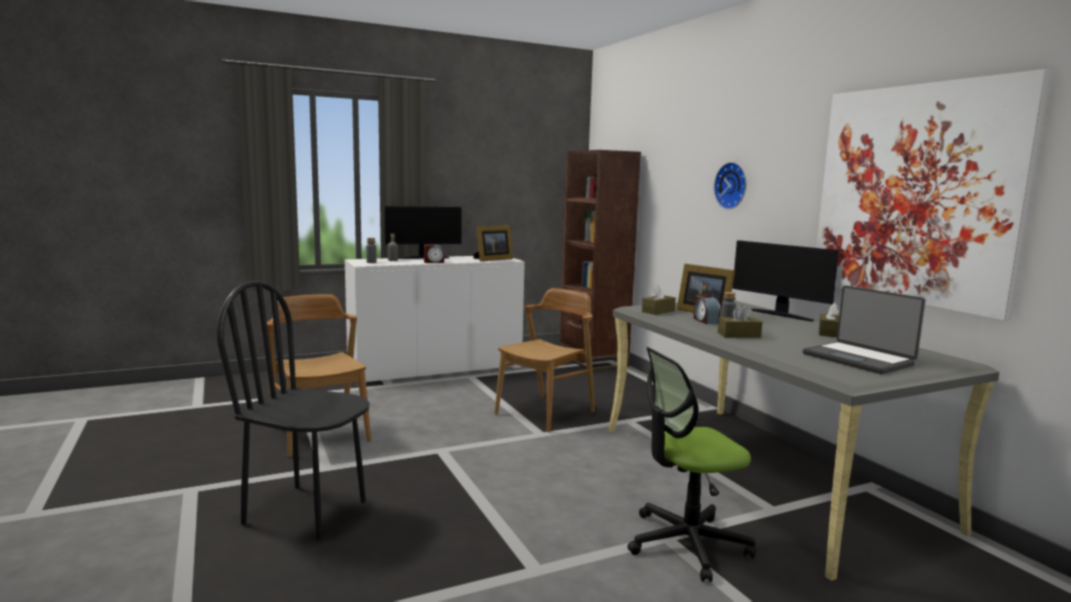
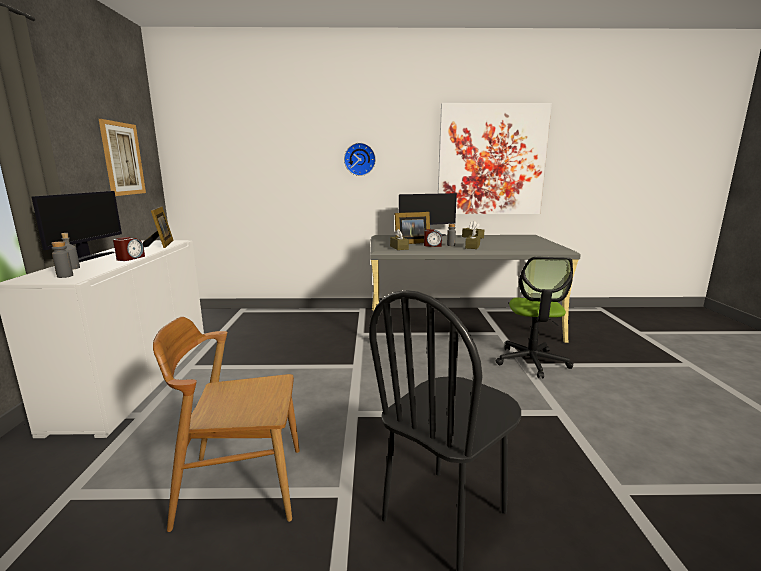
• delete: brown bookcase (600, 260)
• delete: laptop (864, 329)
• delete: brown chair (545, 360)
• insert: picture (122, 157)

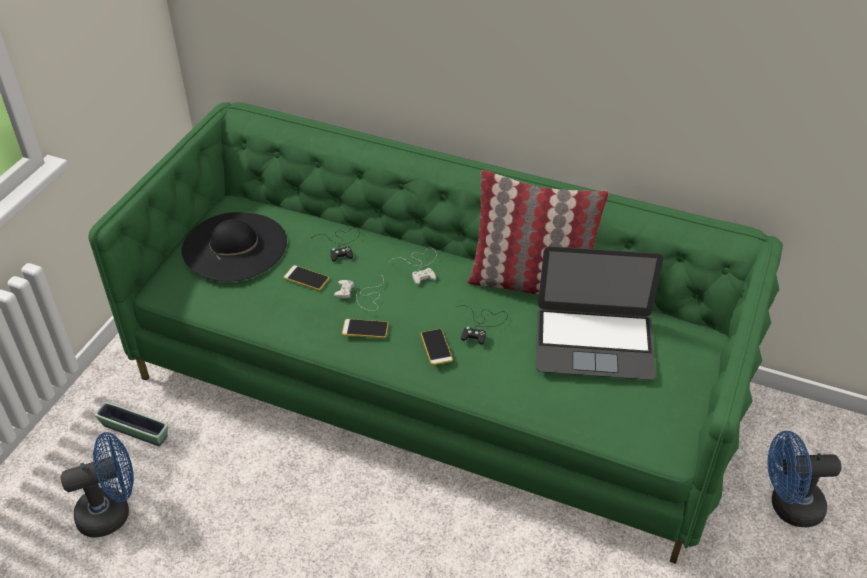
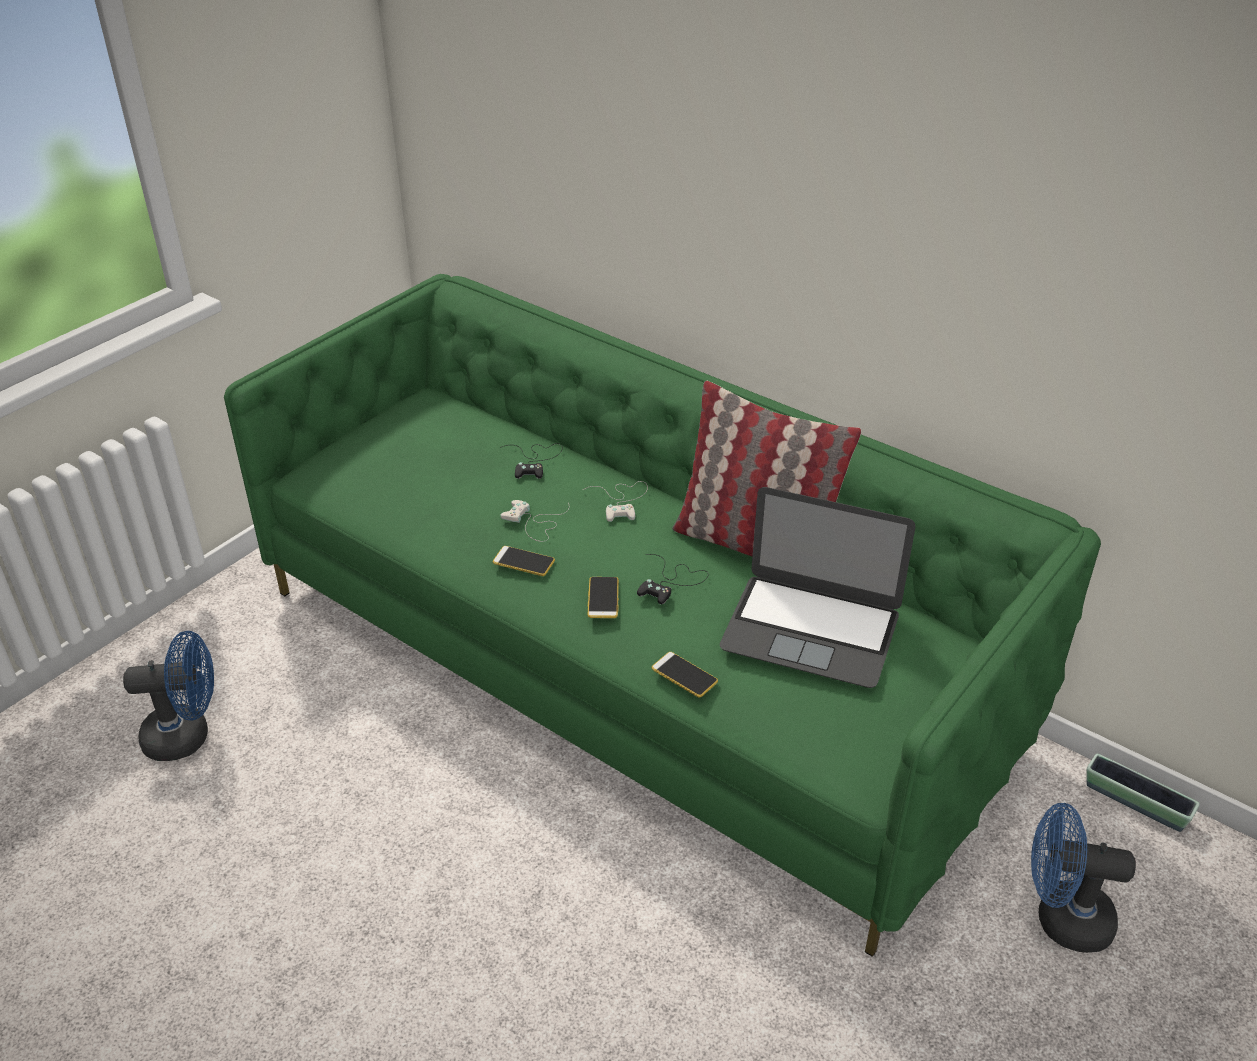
• delete: black hat (234, 247)
• move: phone (306, 277) to (685, 674)
• move: planter (131, 424) to (1143, 792)

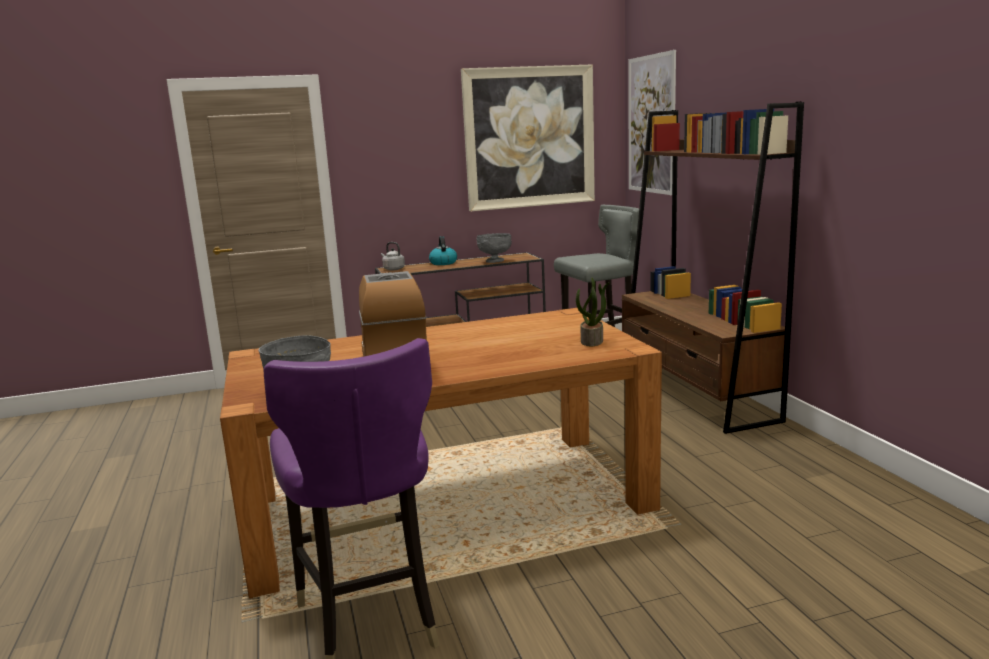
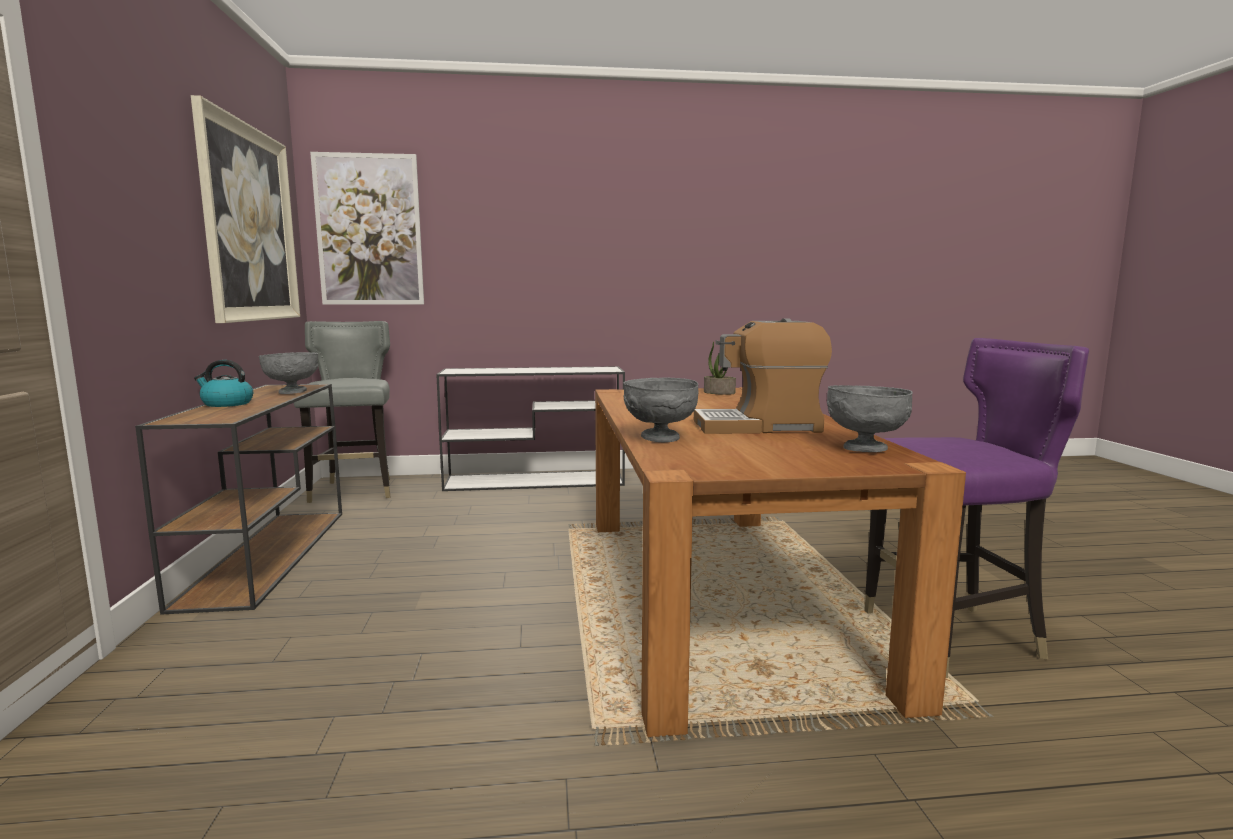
• replace: brown bookcase (713, 267) to white console table (530, 428)
• delete: grey kettle (393, 256)
• insert: grey bowl (661, 409)

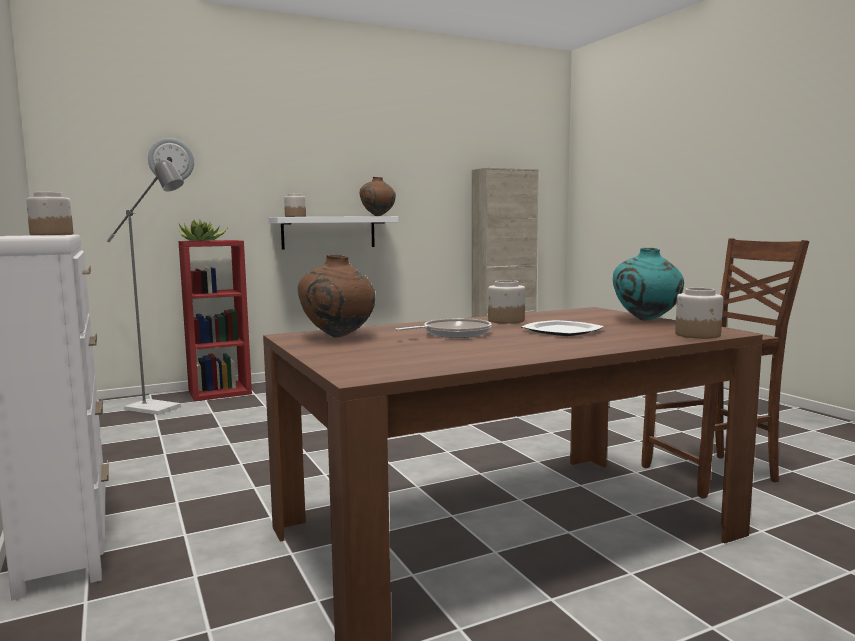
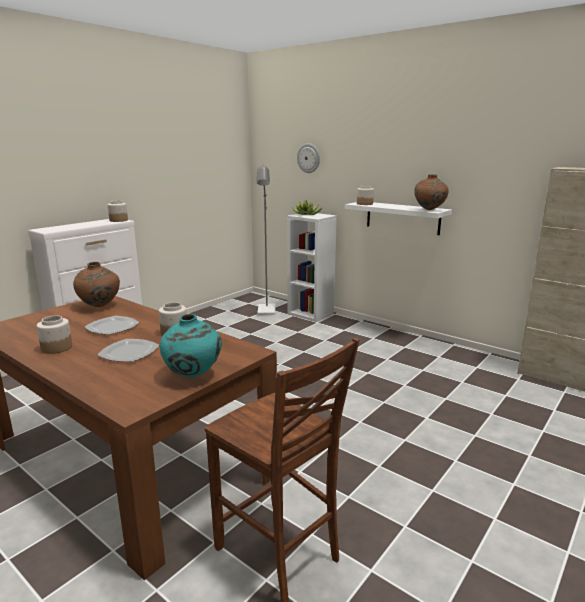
• recolor: red bookcase (215, 320) to white bookcase (312, 267)
• move: jar (699, 313) to (54, 335)
• replace: frying pan (443, 328) to plate (112, 325)

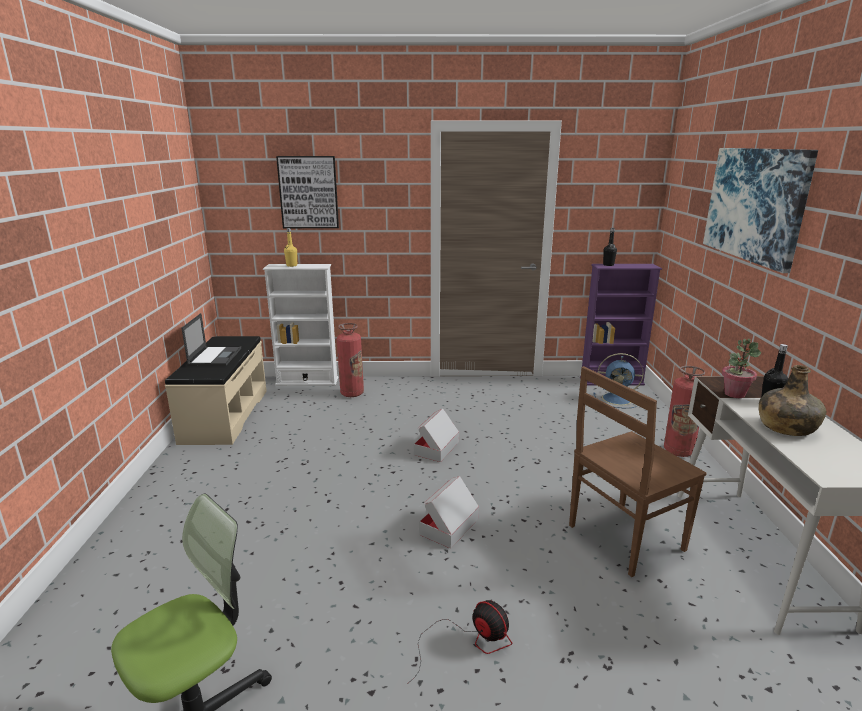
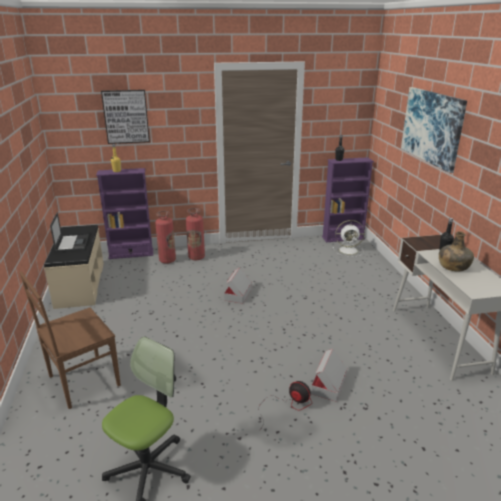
• recolor: white bookcase (300, 325) to purple bookcase (124, 213)
• delete: potted plant (741, 368)
• recolor: blue fan (618, 380) to white fan (349, 238)
• move: brown chair (638, 471) to (70, 340)
• move: fire extinguisher (684, 411) to (195, 234)
• move: cardboard box (449, 512) to (329, 375)

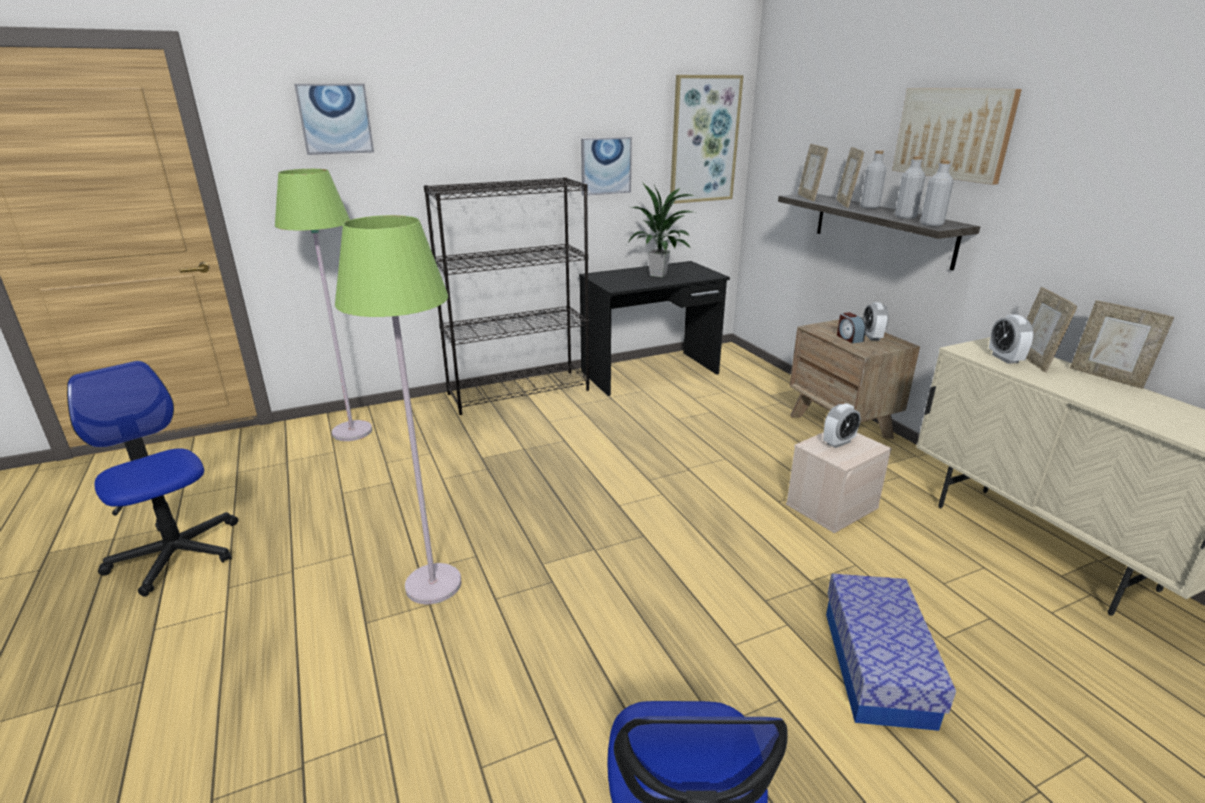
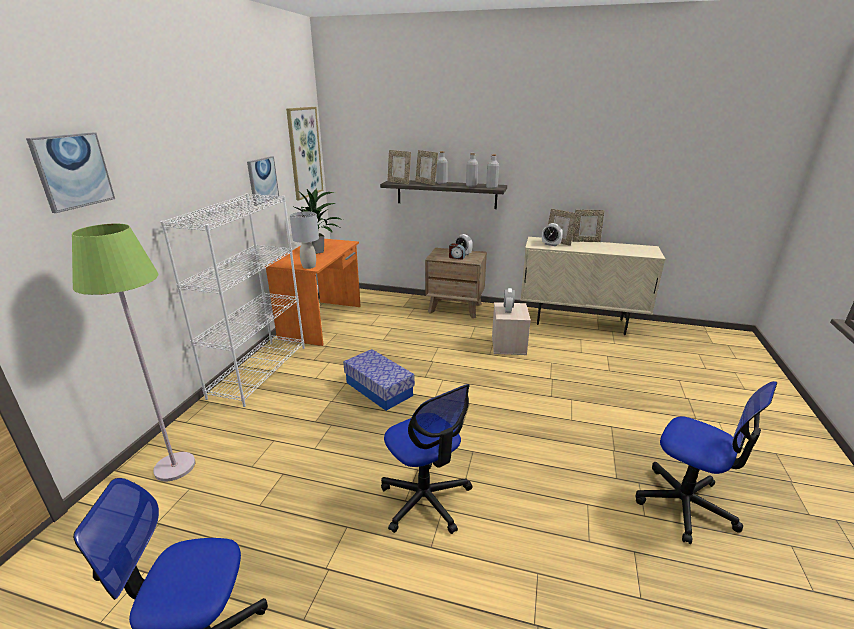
• delete: picture (957, 136)
• recolor: black bookcase (506, 296) to white bookcase (232, 300)
• replace: green floor lamp (398, 409) to office chair (427, 459)
• recolor: black desk (654, 328) to orange desk (313, 292)
• move: storage box (891, 652) to (379, 380)
• insert: grey table lamp (304, 240)

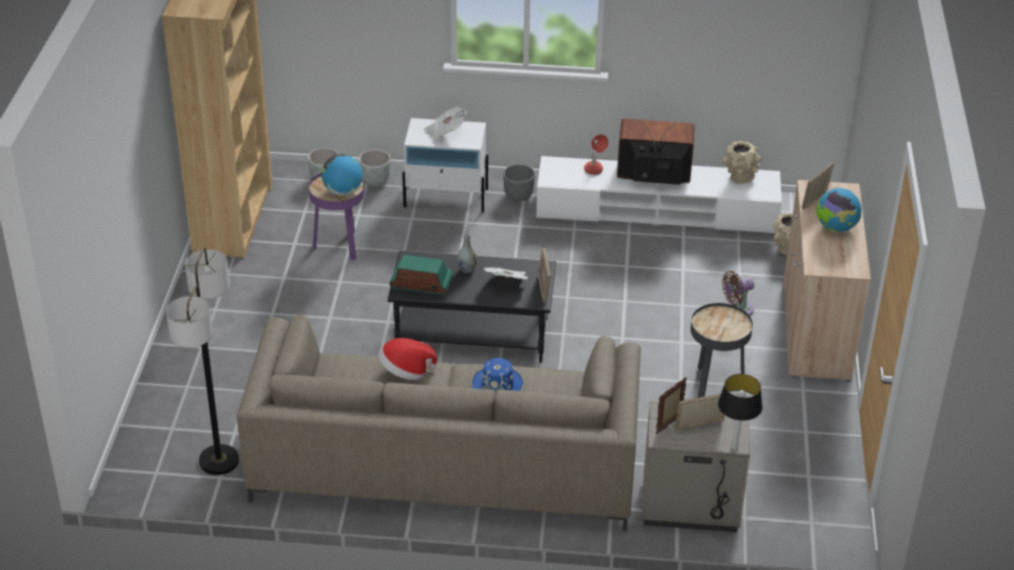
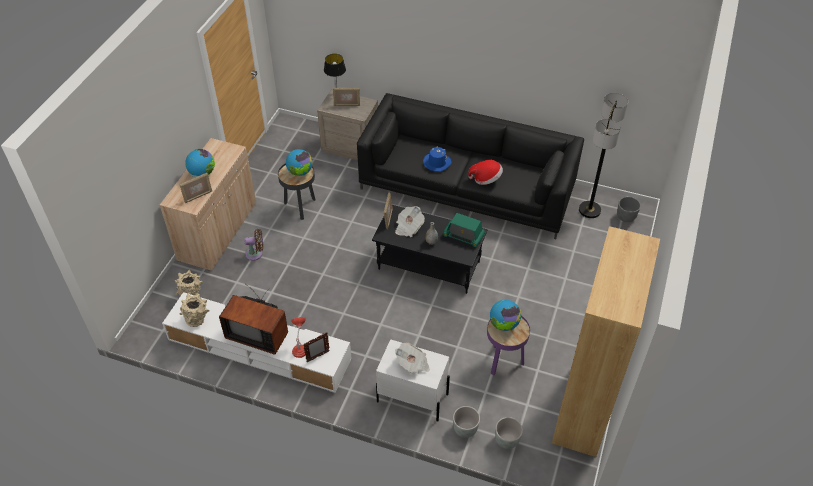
• move: grey planter (519, 182) to (629, 209)
• recolor: beige sofa (439, 423) to black sofa (470, 166)
• move: picture frame (671, 406) to (316, 347)
• insert: globe (299, 162)

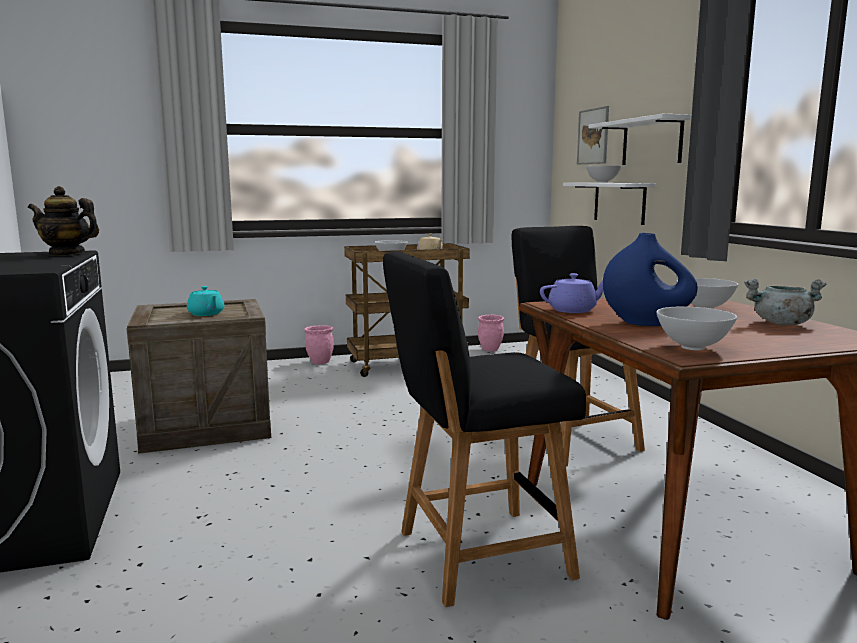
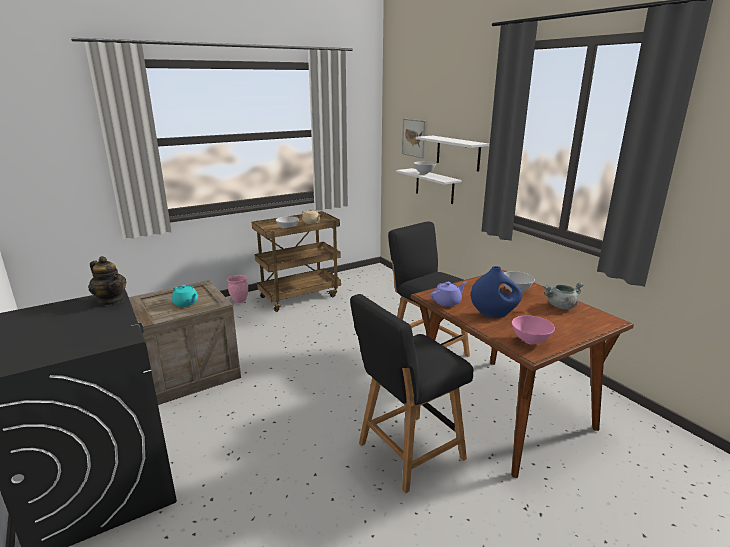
• rotate: teapot (63, 221) = (107, 280) 135 degrees counterclockwise
• recolor: white bowl (696, 328) to pink bowl (533, 330)
• delete: pink planter (491, 332)

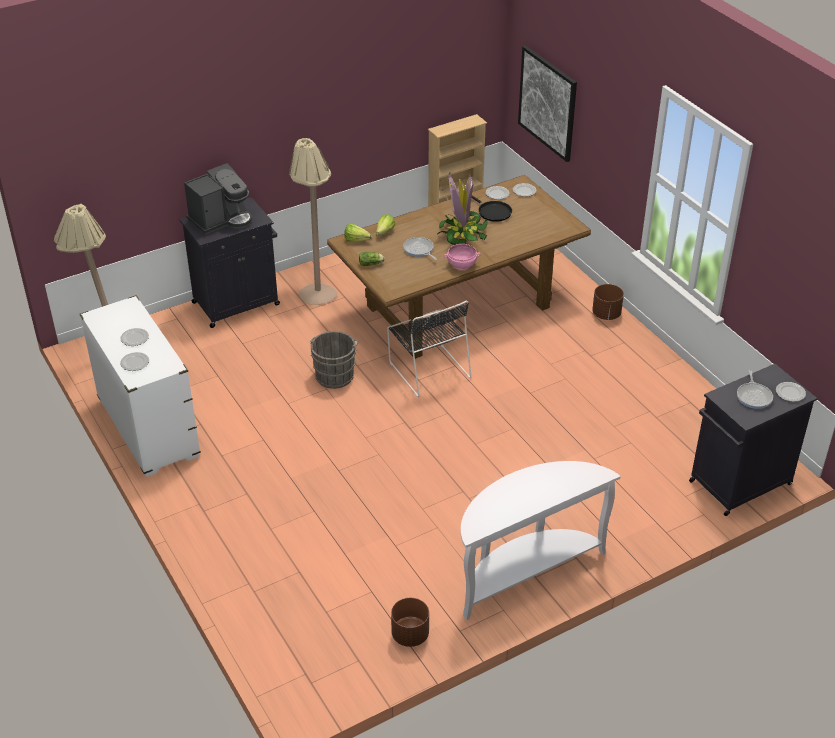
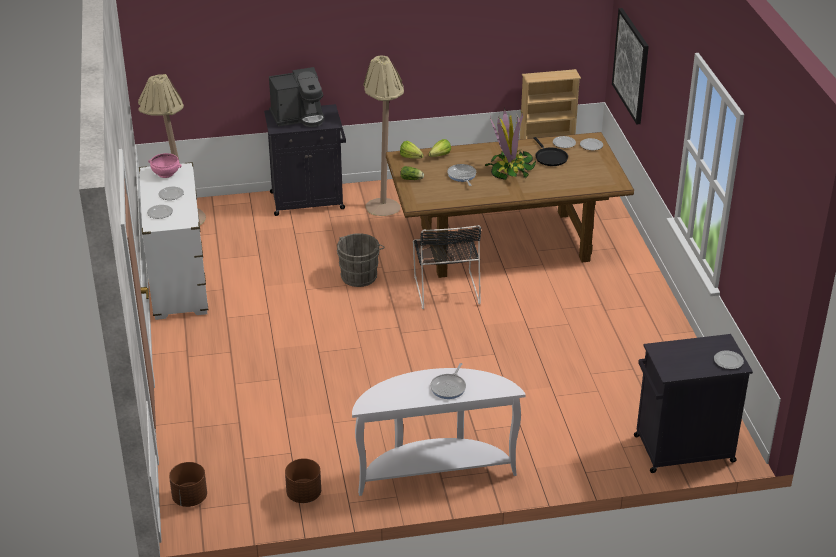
• move: pink bowl (462, 257) to (165, 165)
• move: brown planter (608, 302) to (188, 484)
• move: frying pan (755, 389) to (448, 381)

